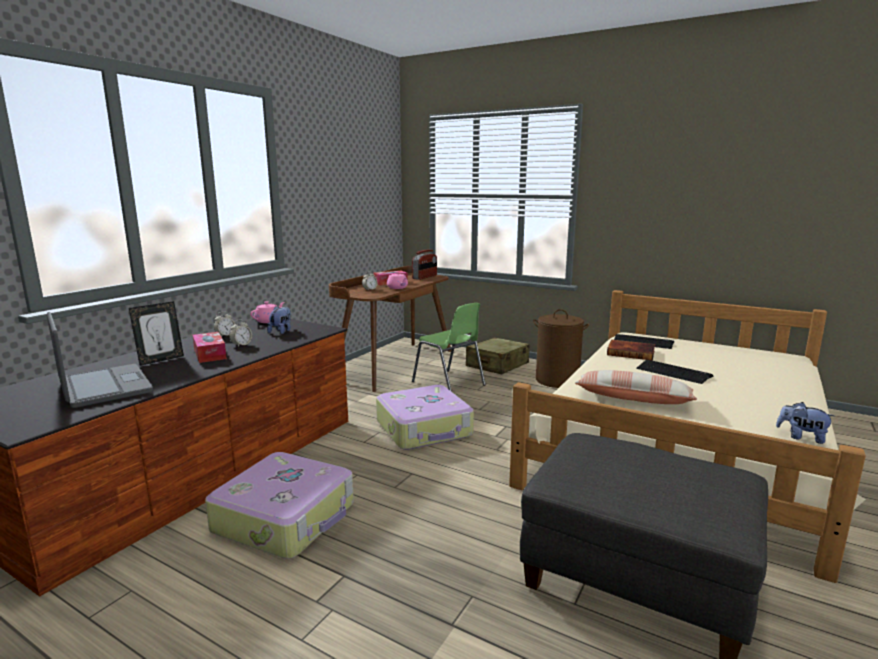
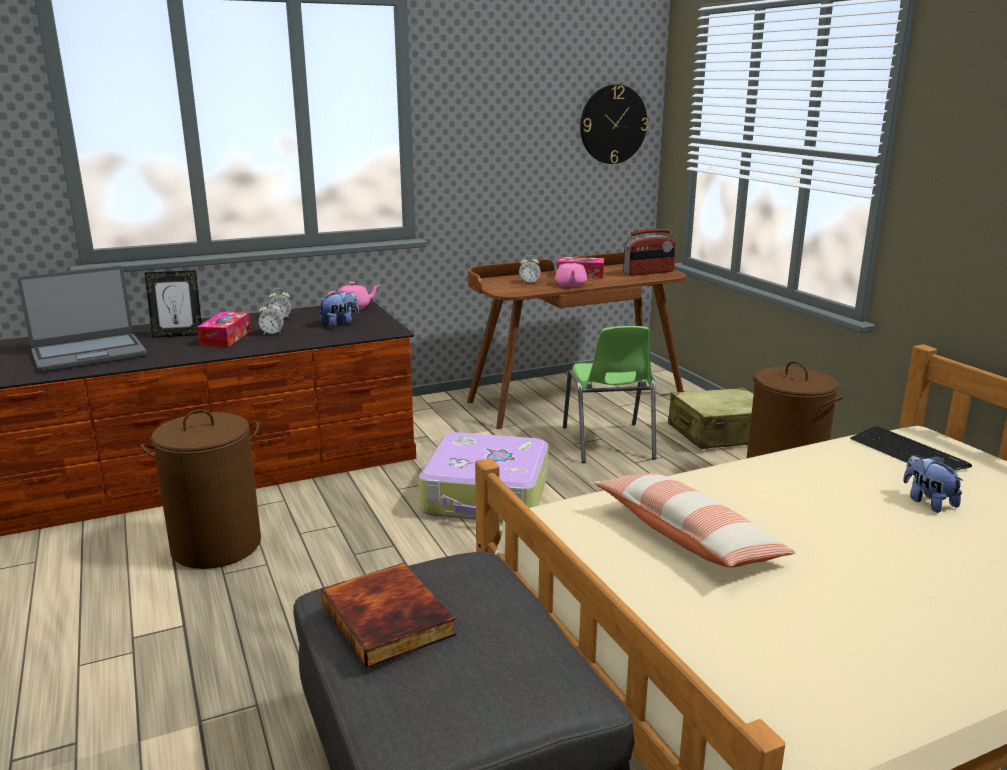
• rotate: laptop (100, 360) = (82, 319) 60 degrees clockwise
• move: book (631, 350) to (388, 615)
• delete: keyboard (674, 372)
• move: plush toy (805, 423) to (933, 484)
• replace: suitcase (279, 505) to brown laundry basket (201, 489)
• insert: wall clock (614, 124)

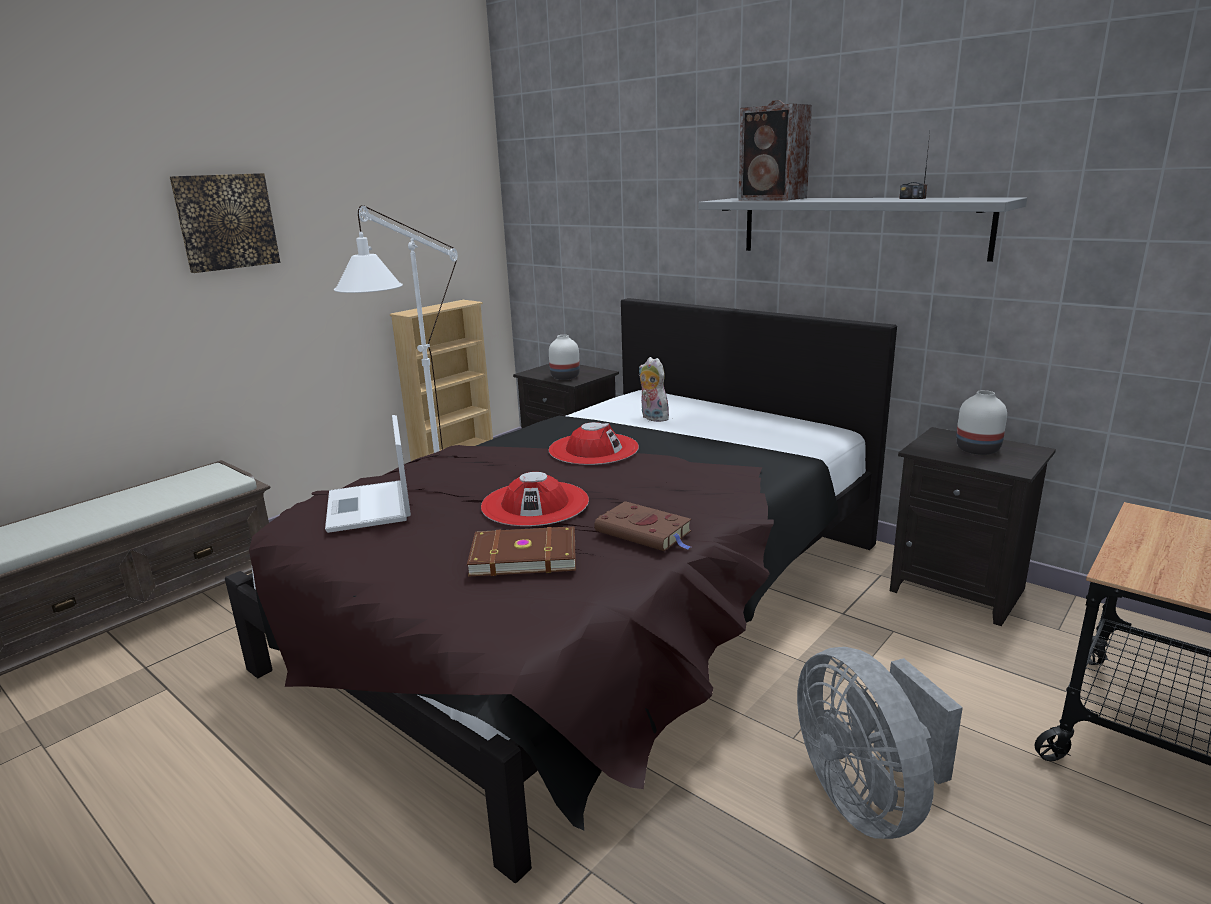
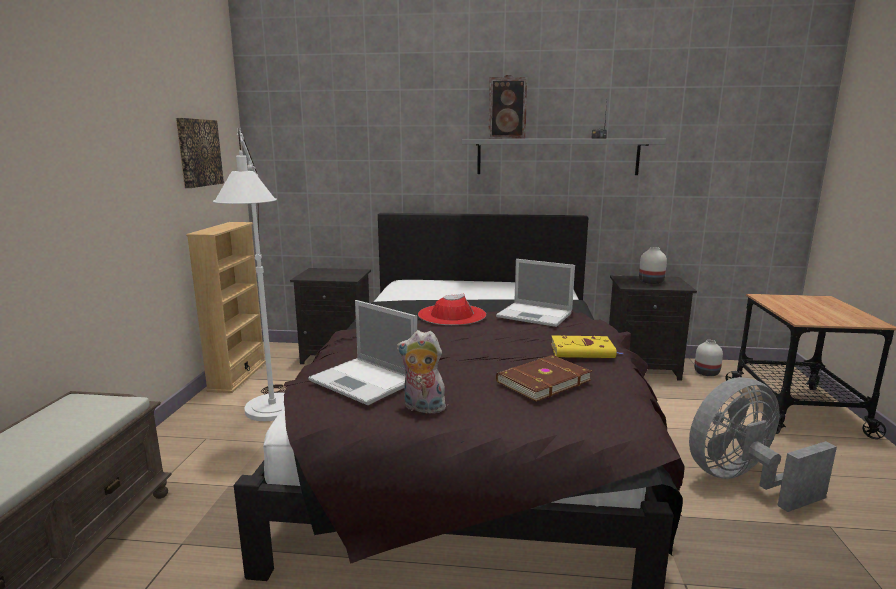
• move: picture (225, 223) to (200, 153)
• move: white vase (564, 357) to (708, 358)
• move: plush toy (654, 389) to (421, 372)
• delete: red hat (535, 499)
• recolor: brown book (643, 526) to yellow book (587, 346)
• rotate: grey fan (880, 743) = (763, 444) 120 degrees clockwise
• insert: laptop (535, 293)

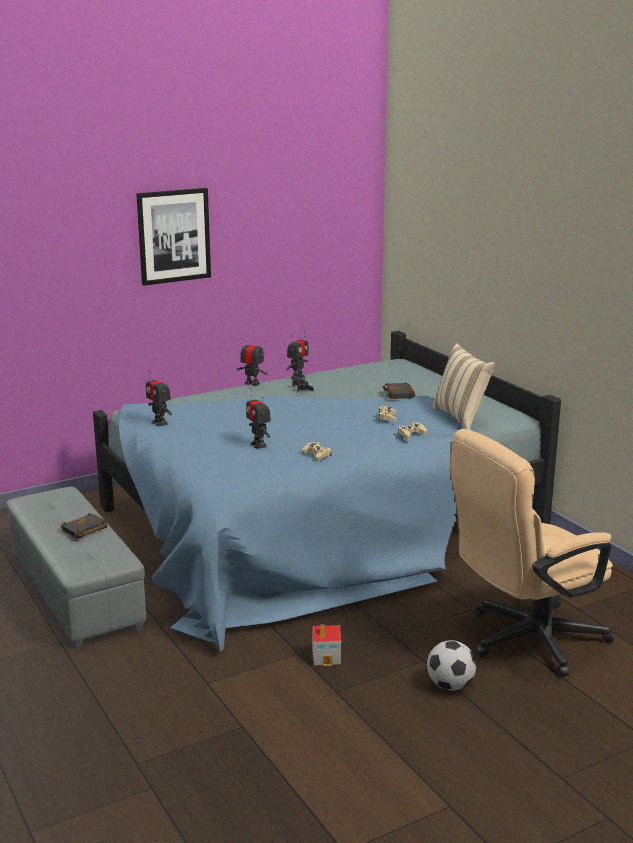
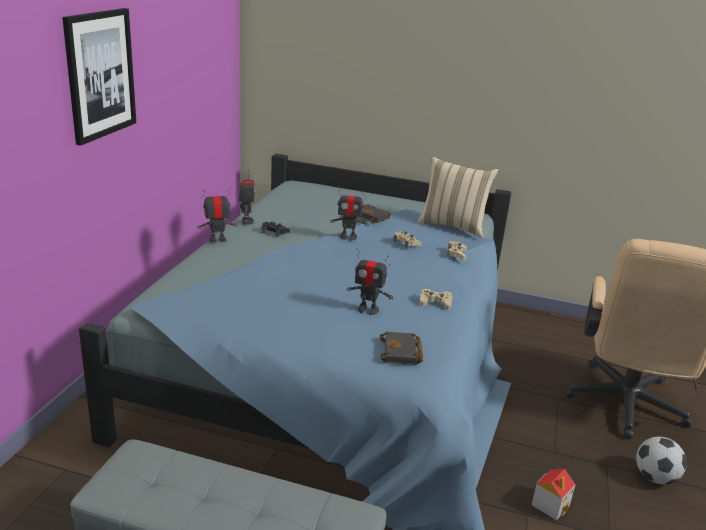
• move: toy robot (159, 397) to (349, 213)
• move: black book (84, 526) to (401, 348)

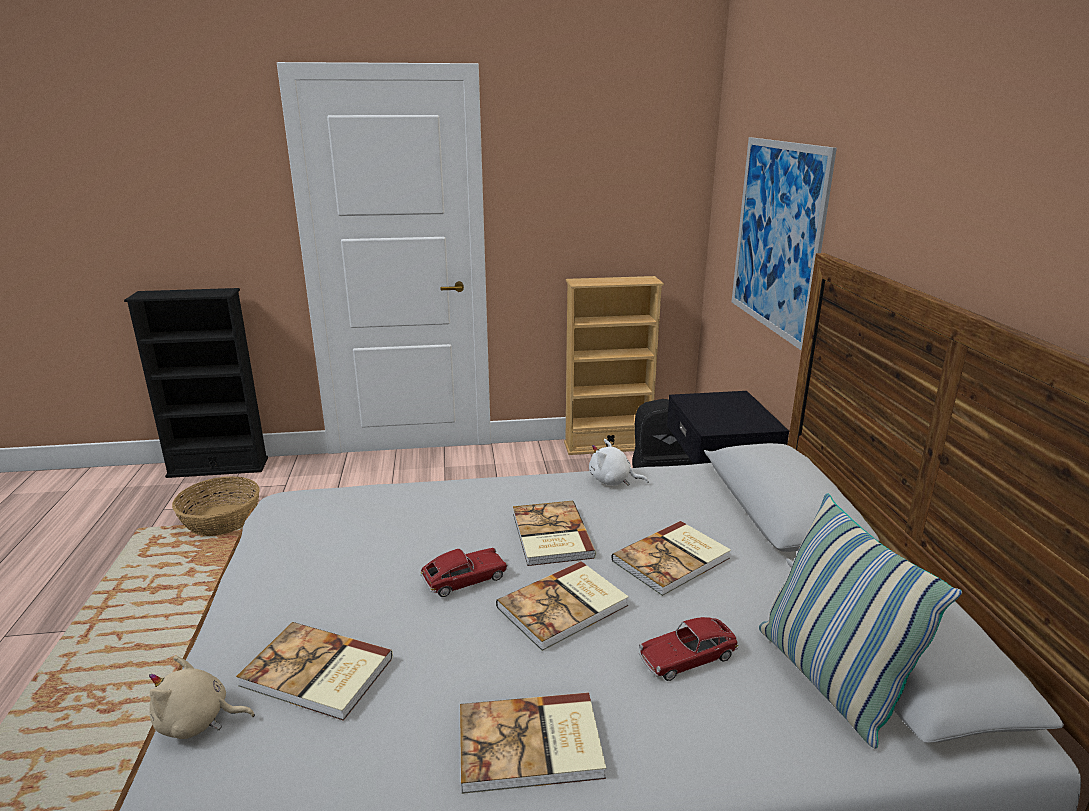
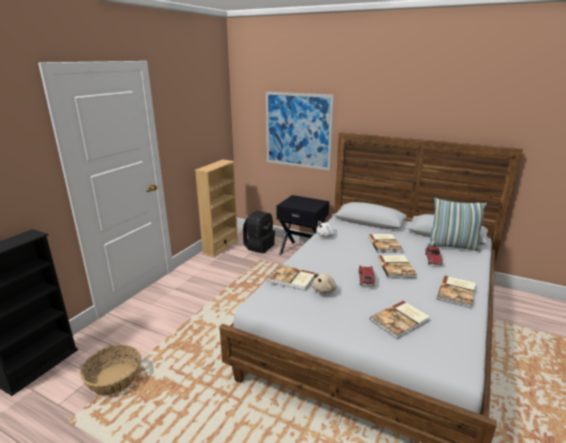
• move: book (554, 533) to (291, 278)
• move: beige plush toy (202, 697) to (324, 283)

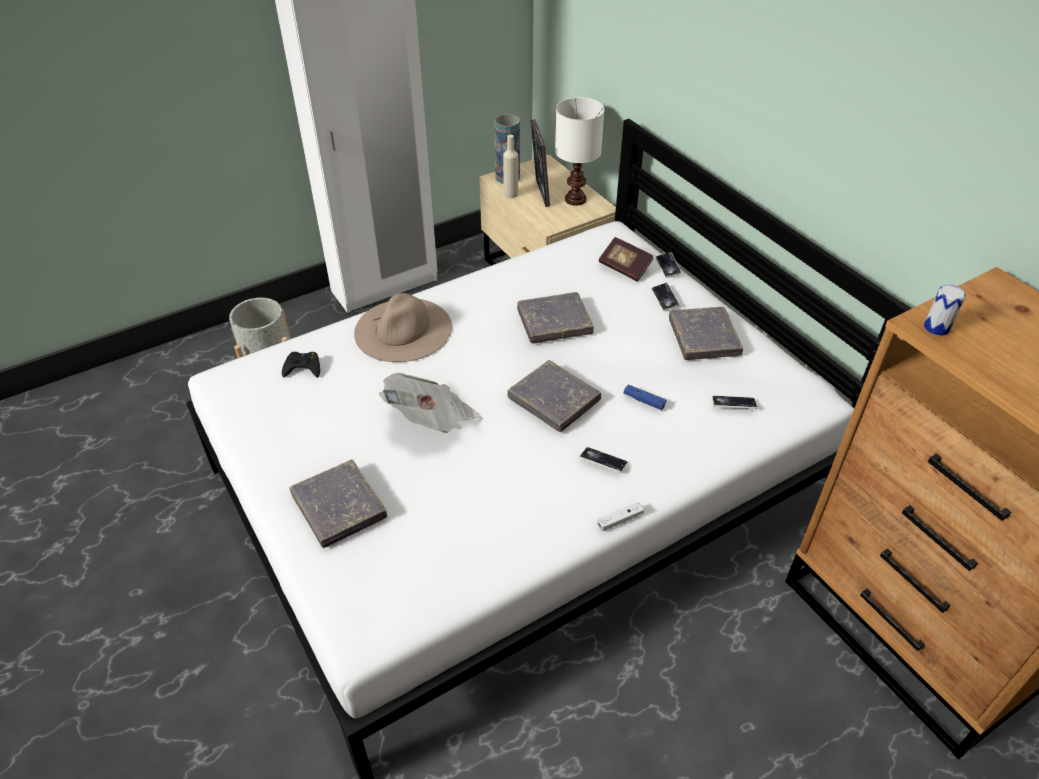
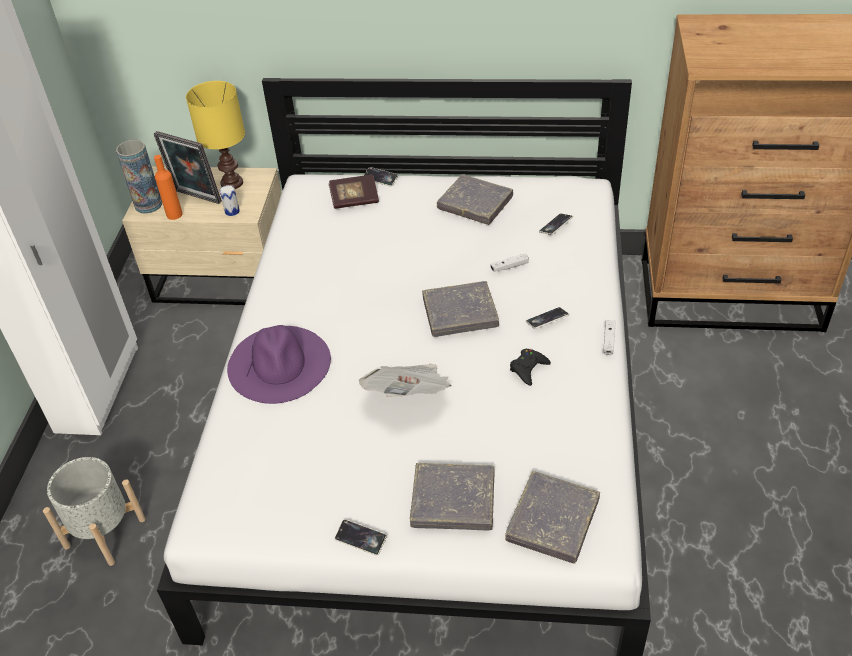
• recolor: white table lamp (580, 151) to yellow table lamp (215, 135)
• recolor: beige bottle (510, 166) to orange bottle (168, 187)
• move: phone (665, 297) to (361, 537)
• move: can (945, 310) to (230, 200)
• move: grey book (555, 317) to (552, 517)
• recolor: beige hat (403, 327) to purple hat (279, 364)
• move: black game controller (301, 365) to (530, 367)
• recolor: blue game controller (645, 397) to white game controller (510, 262)

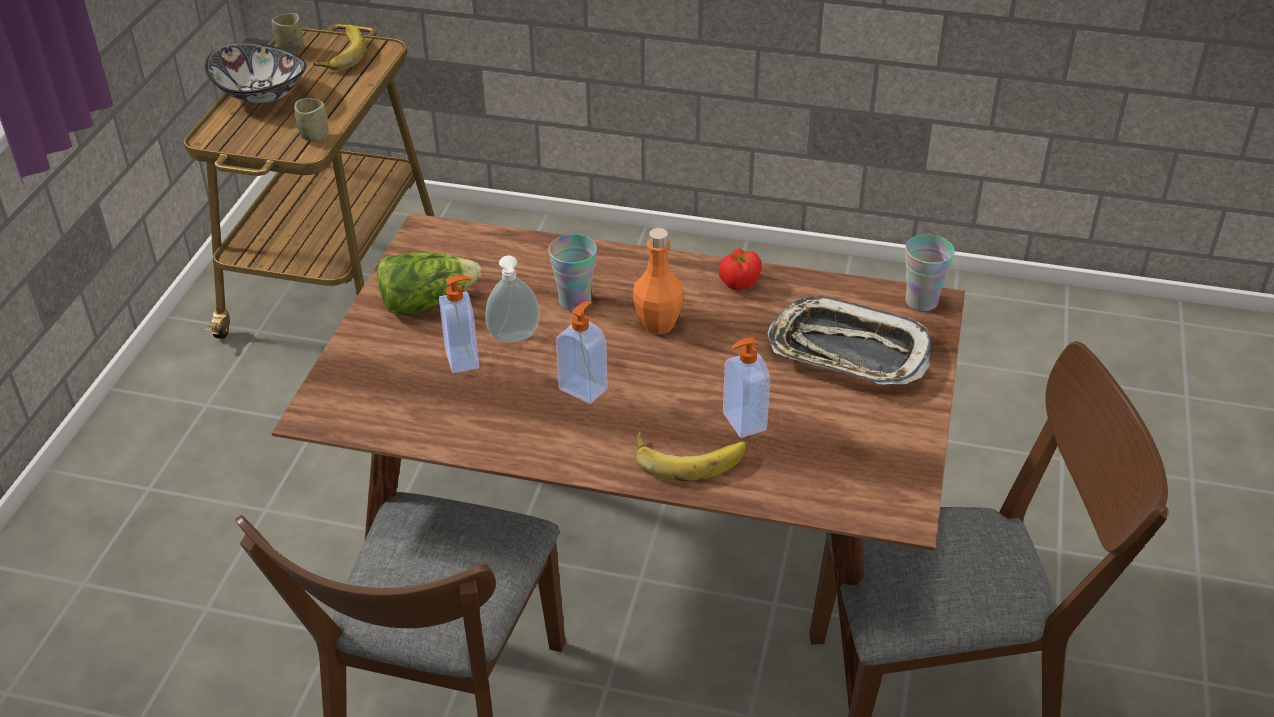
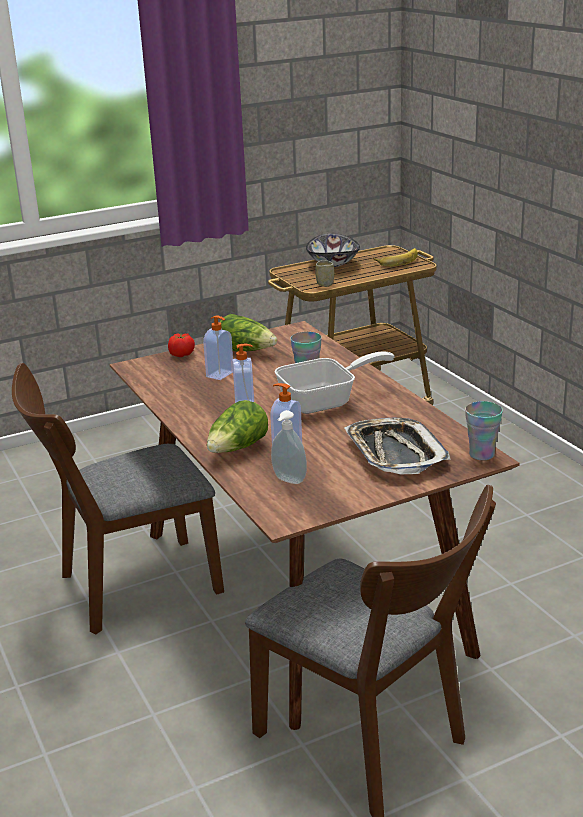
• delete: cup (288, 33)
• replace: orange bottle (658, 281) to frying pan (334, 383)
• move: tomato (740, 269) to (181, 345)
• move: soap dispenser (512, 299) to (289, 447)
• replace: banana (690, 456) to lettuce (237, 426)

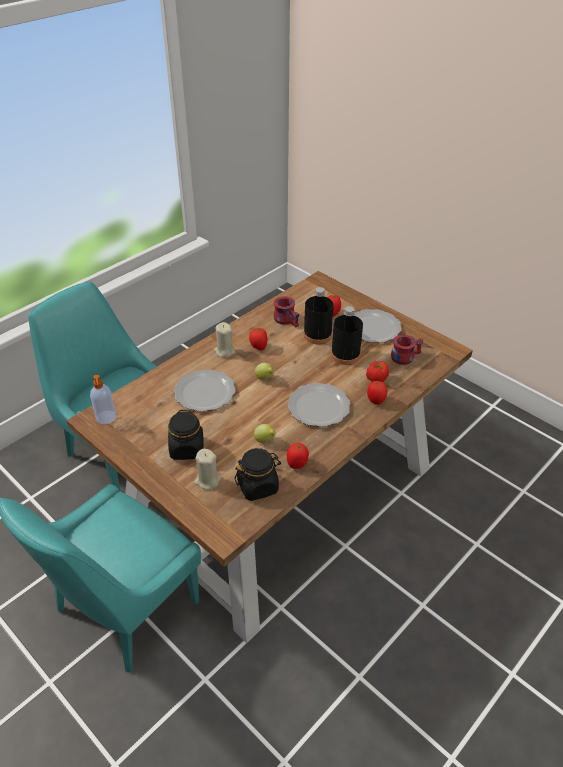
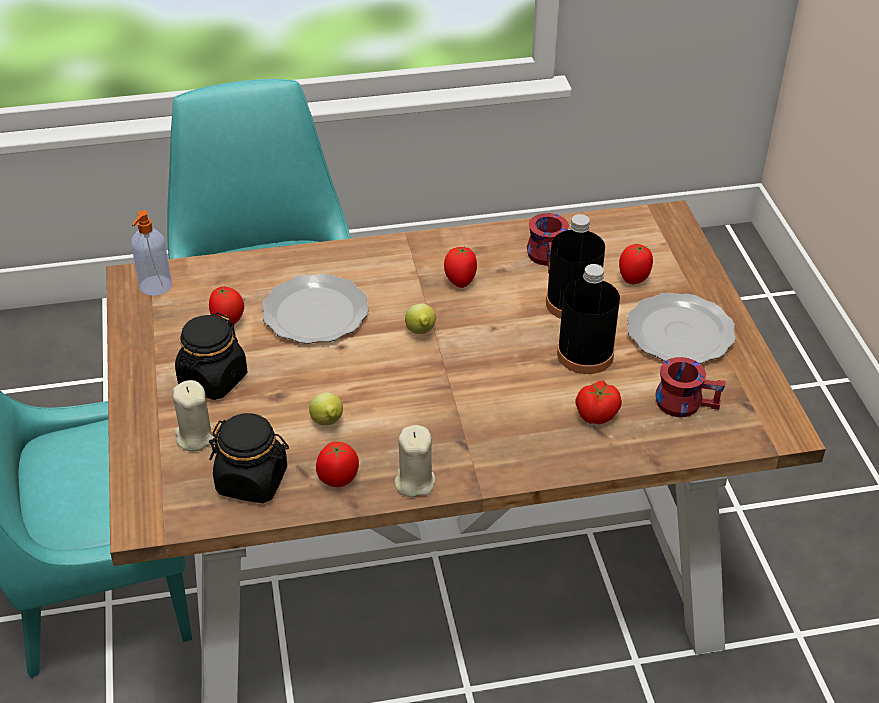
• move: beige candle (224, 340) to (414, 461)
• move: tomato (377, 393) to (226, 304)
• delete: plate (318, 405)

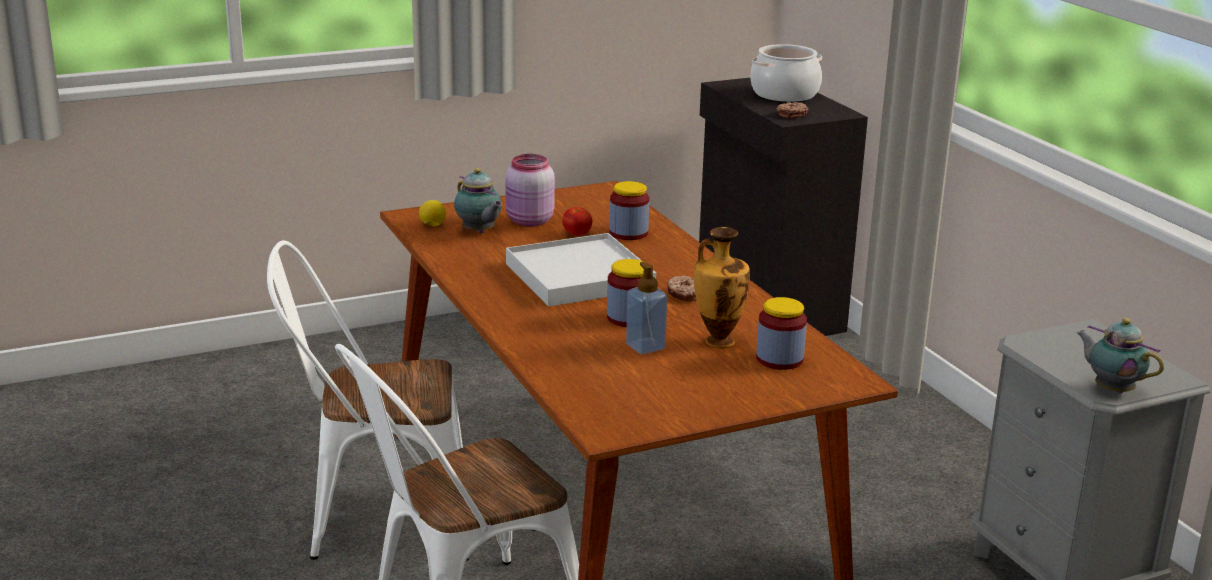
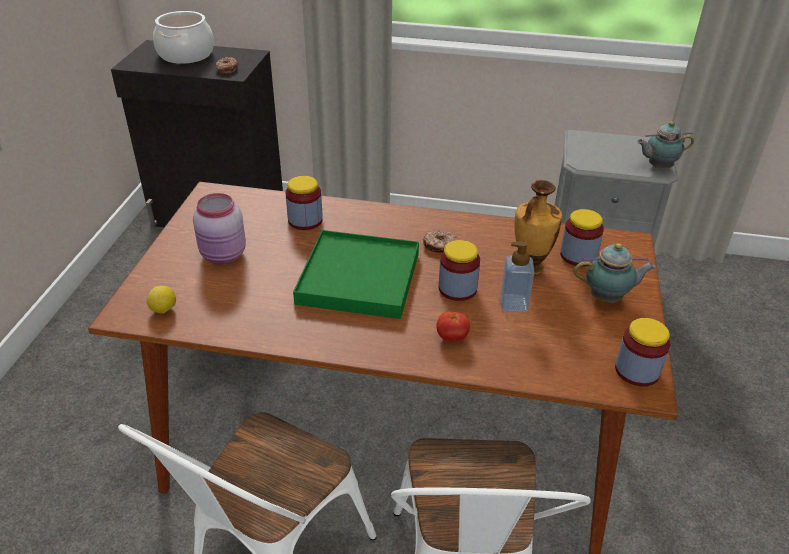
• move: teapot (478, 200) to (614, 273)
• move: tomato (577, 221) to (453, 327)
• recolor: white tray (581, 270) to green tray (356, 274)
• insert: jar (642, 352)

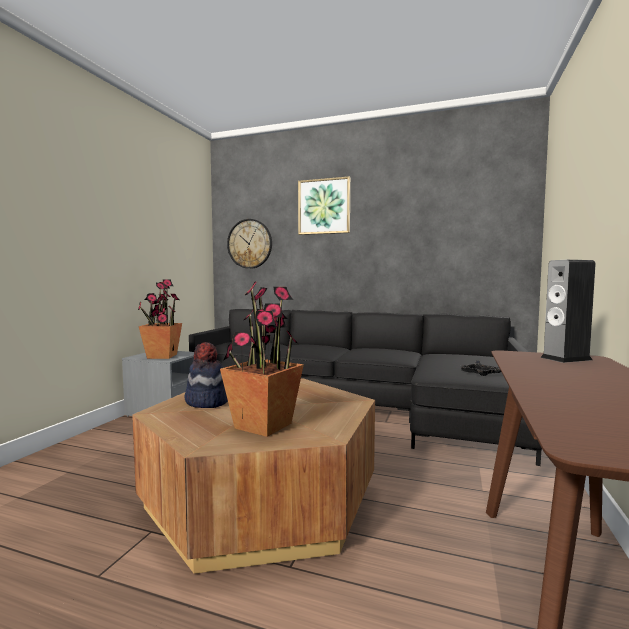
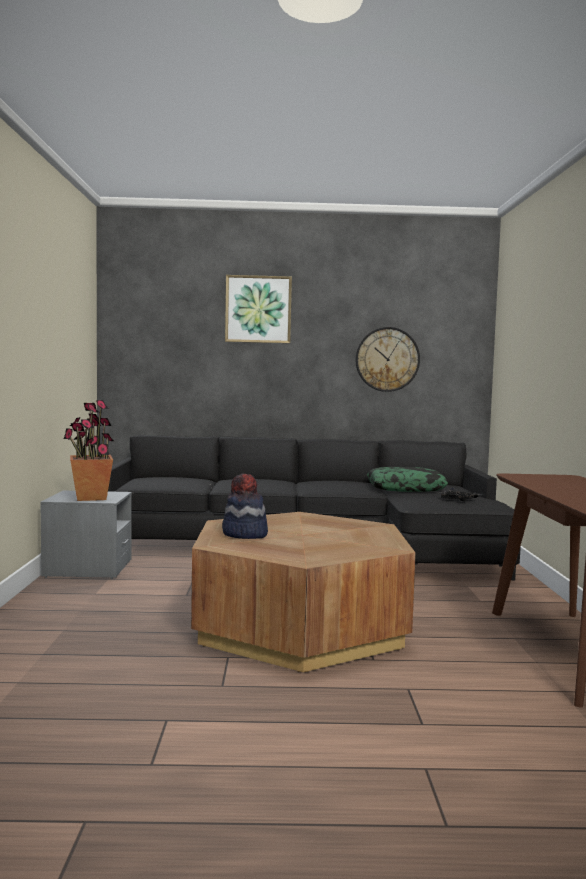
• move: wall clock (249, 244) to (388, 359)
• delete: speaker (568, 311)
• delete: potted plant (262, 359)
• insert: pillow (407, 479)

